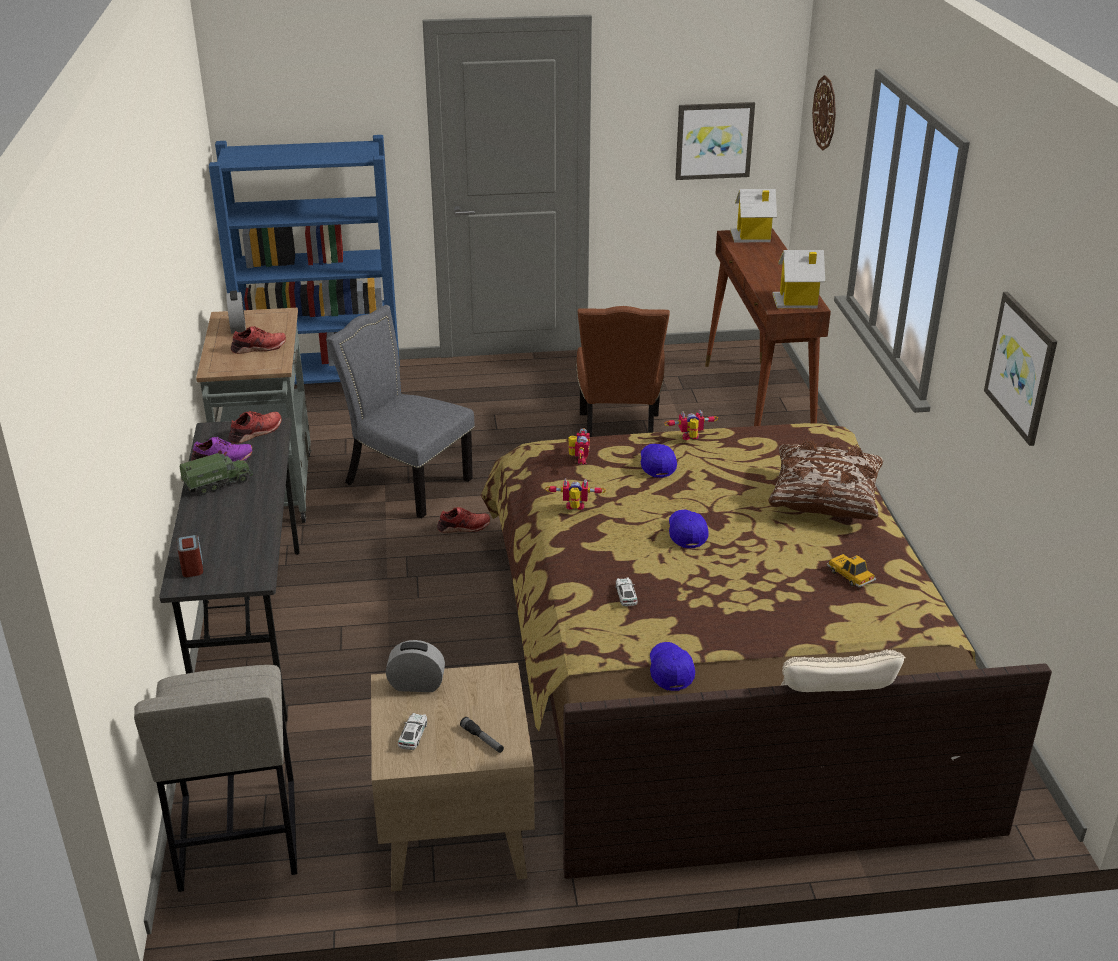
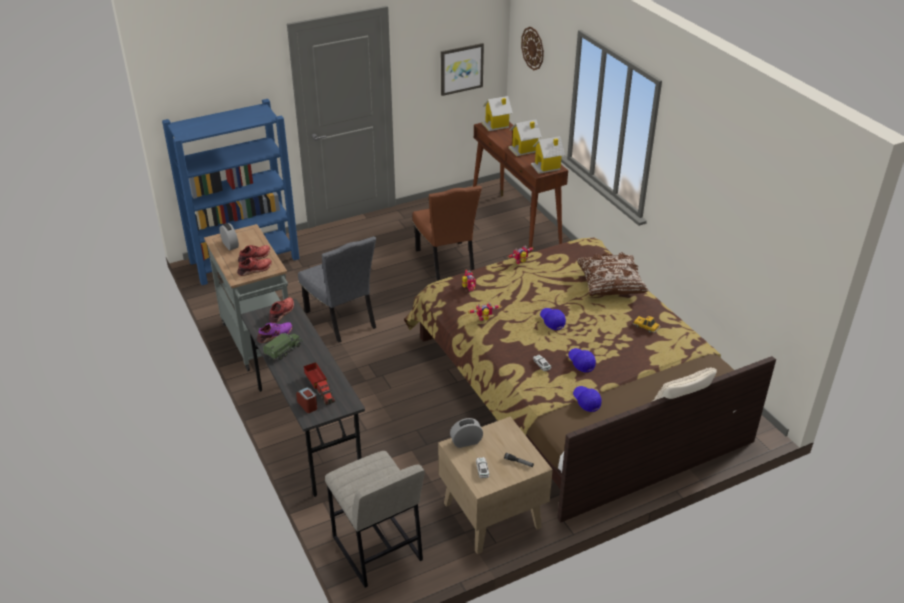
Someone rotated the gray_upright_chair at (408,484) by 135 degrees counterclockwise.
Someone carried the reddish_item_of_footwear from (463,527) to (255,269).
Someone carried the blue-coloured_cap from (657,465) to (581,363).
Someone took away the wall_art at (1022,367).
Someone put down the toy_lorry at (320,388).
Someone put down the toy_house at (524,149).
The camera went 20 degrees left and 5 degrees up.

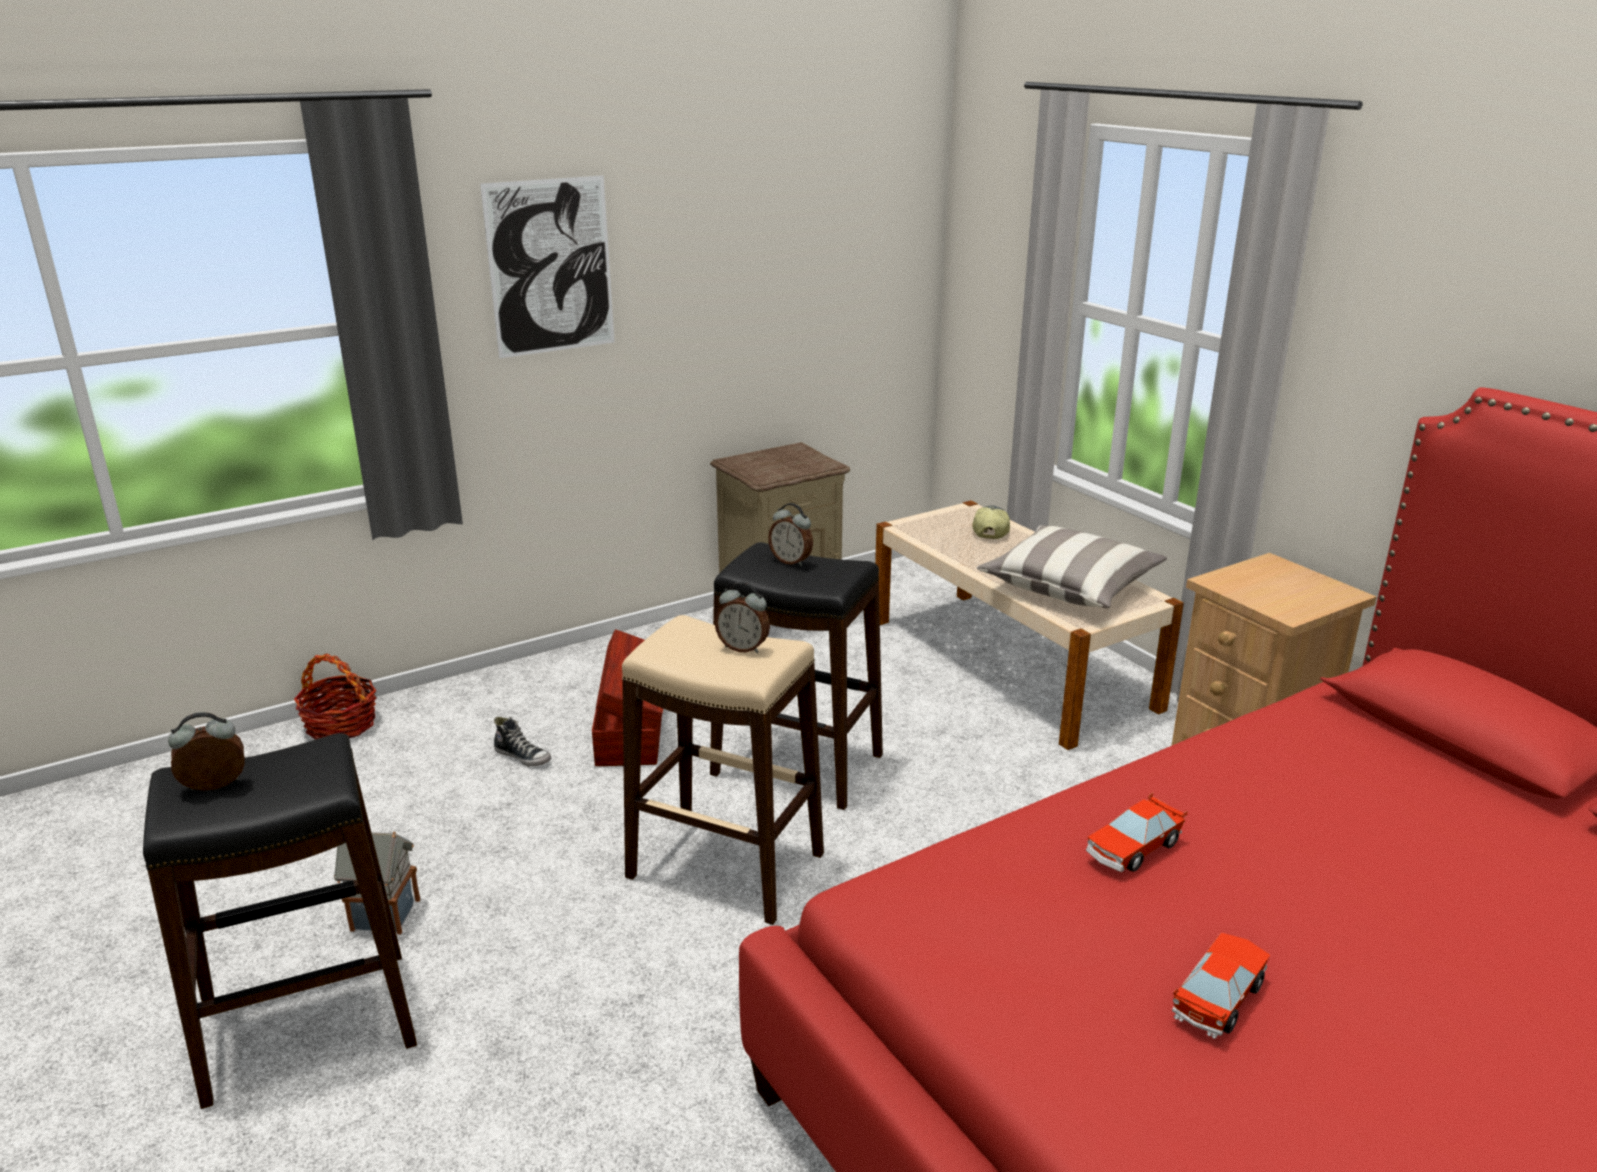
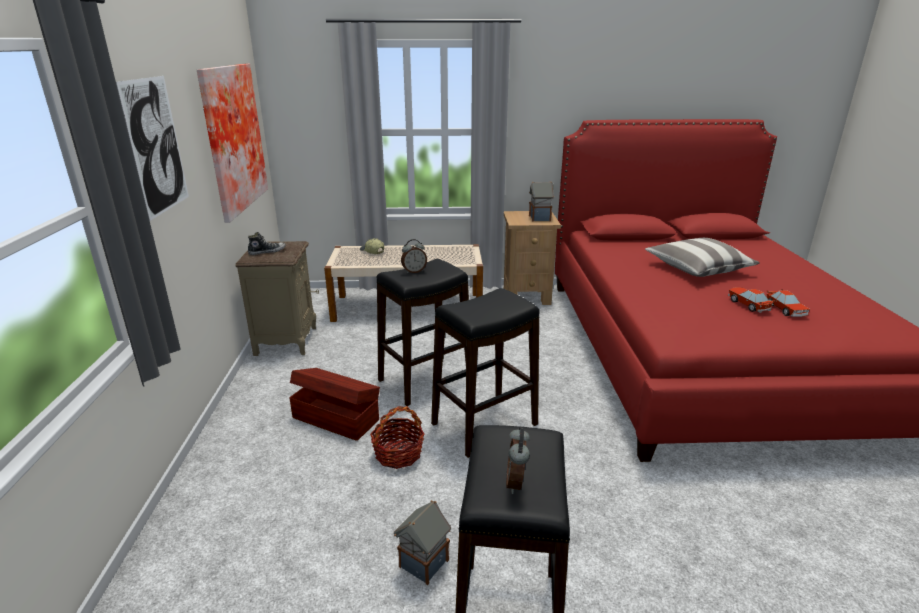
Someone carried the storage_basket from (340,725) to (398,454).
Someone carried the item_of_footwear from (523,757) to (267,251).
Someone repainted the beige_stool_seat at (727,865), which became the black-coloured_stool_seat at (484,424).
Someone took away the table_clock at (743,648).
Someone carried the pillow from (1069,587) to (697,269).
Someone carried the model_car from (1133,848) to (785,310).
Someone put up the wall_art at (230,138).
Someone put down the toy_house at (540,218).
The camera went 60 degrees left and 0 degrees up.

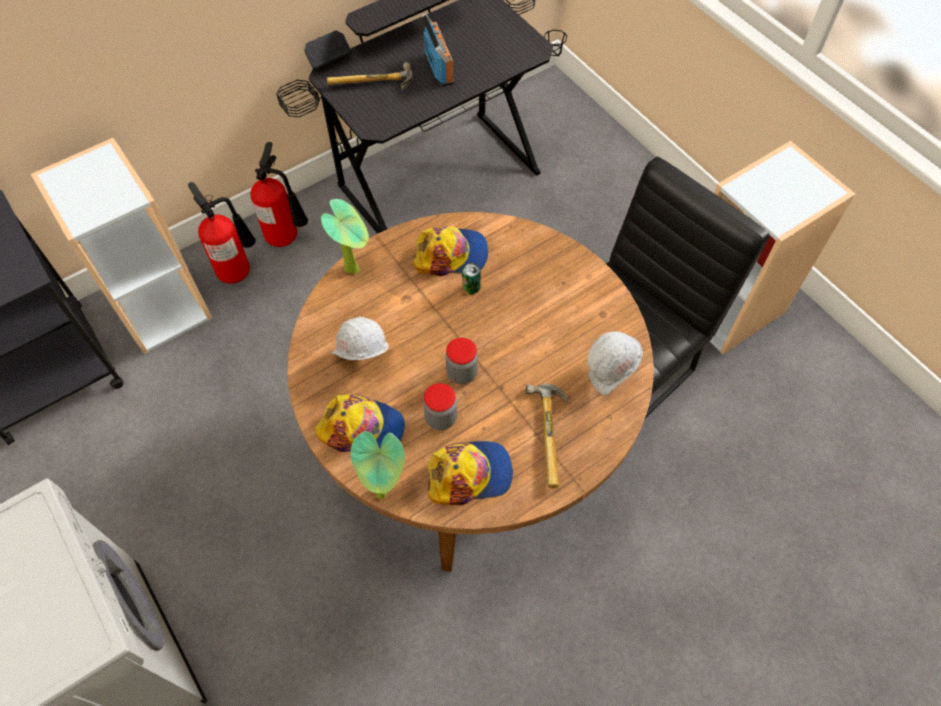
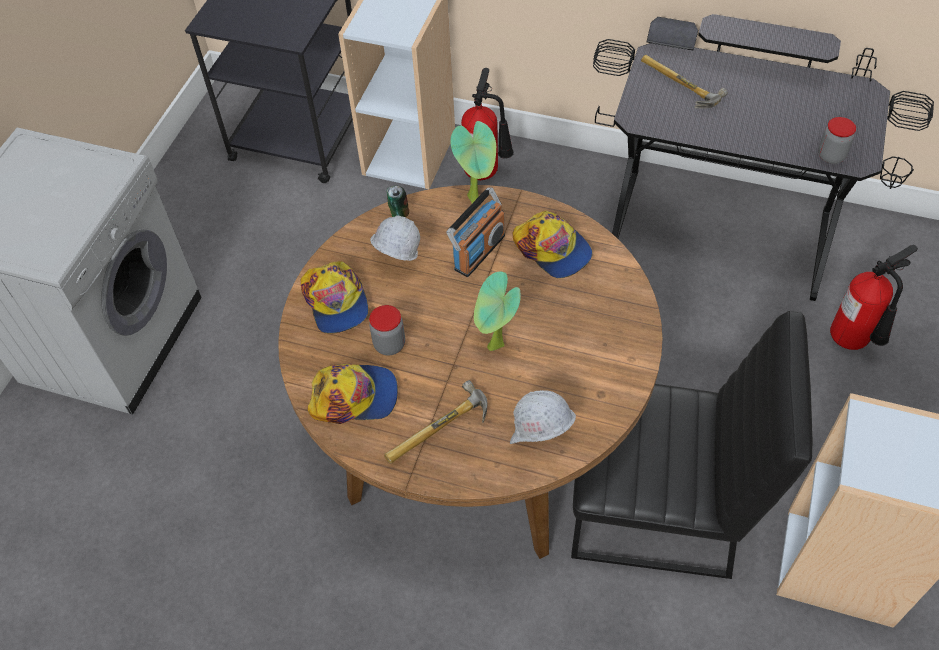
Someone carried the fire-fighting_cylinder from (287,236) to (854,341).
Someone carried the potted_plant from (385,493) to (495,349).
Someone carried the radio_receiver from (439,68) to (478,252).
Someone rotated the cap at (469,475) by 45 degrees counterclockwise.
Someone carried the storage_jar from (462,373) to (831,156).
Someone carried the sealed_can from (471,288) to (398,214).
The camera went 55 degrees right and 5 degrees down.

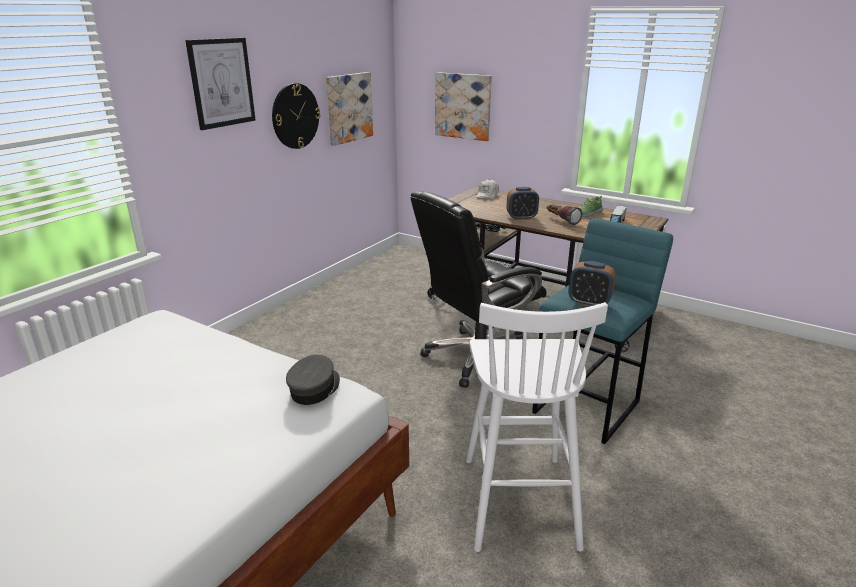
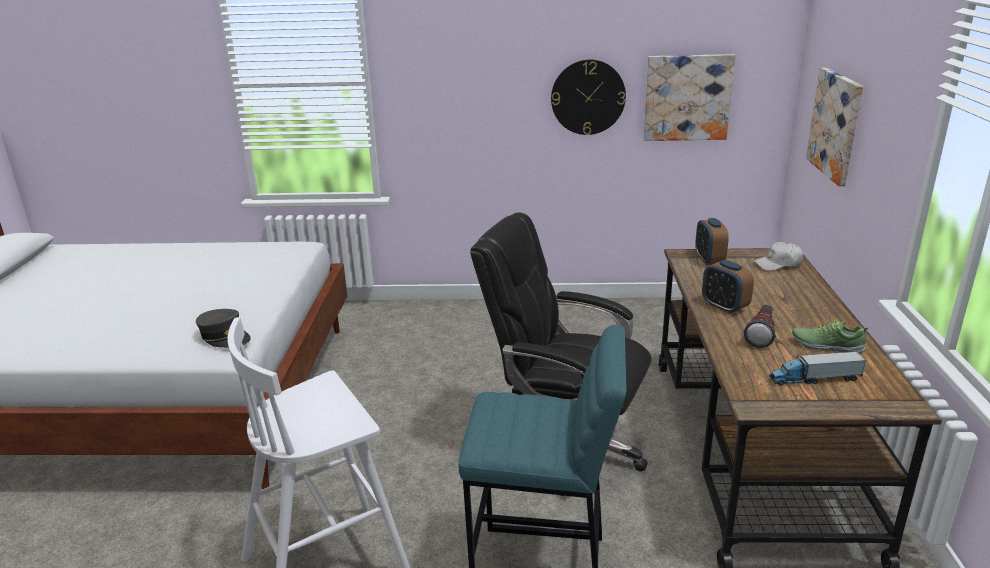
Someone took away the wall_art at (221,83).
Someone rotated the gray_cap at (315,388) by 45 degrees clockwise.
Someone carried the table_clock from (589,303) to (709,260).
The camera went 60 degrees right and 0 degrees up.

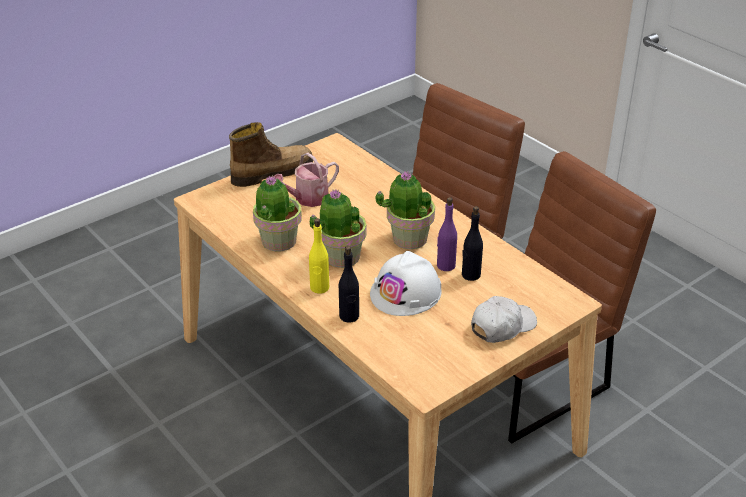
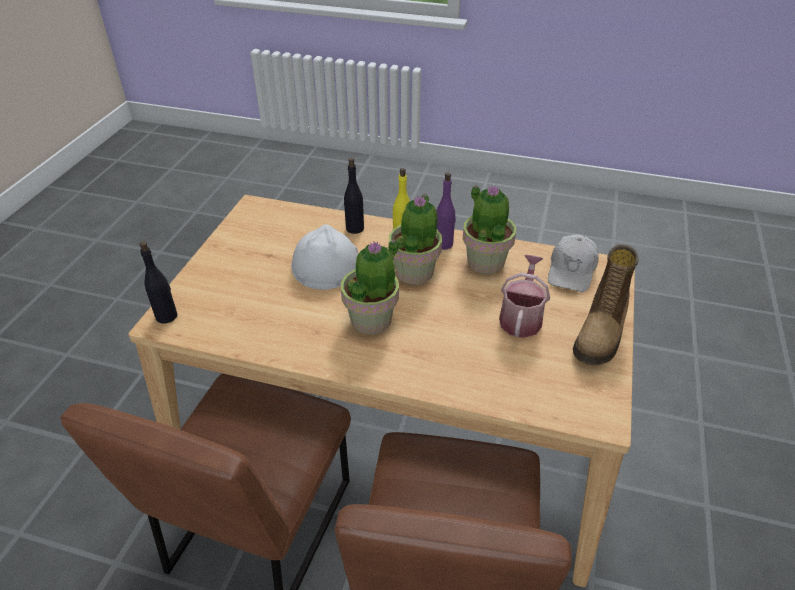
Someone carried the purple-coloured_drink_bottle from (445,265) to (444,244).
Someone carried the black-coloured_drink_bottle from (470,275) to (167,316).
Someone carried the whitish_cap from (502,326) to (572,270).
The camera went 145 degrees right and 5 degrees up.

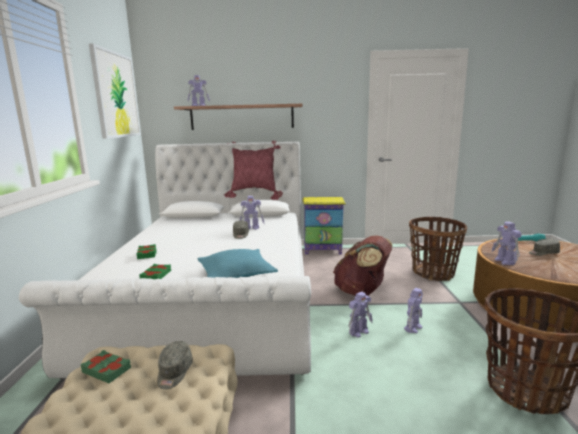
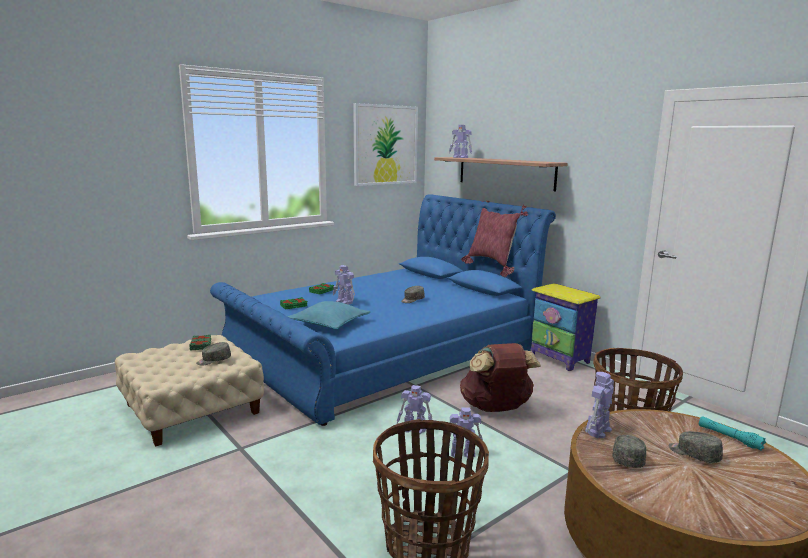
Someone repainted the whitish_sleeping_bed at (215,294), which became the blue-coloured_sleeping_bed at (385,351).
Someone carried the model_robot from (252,228) to (344,302).
Someone put down the gray_cap at (628,458).
The camera went 50 degrees right and 0 degrees up.

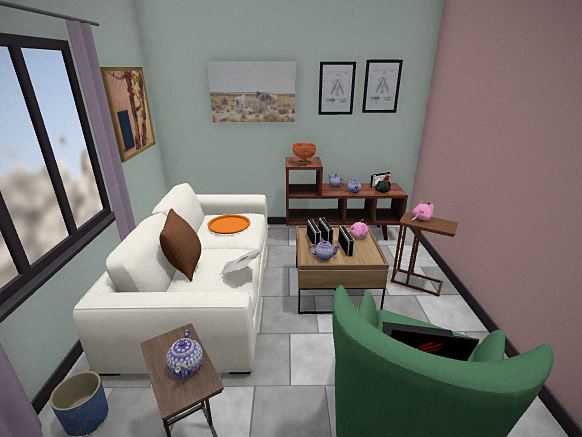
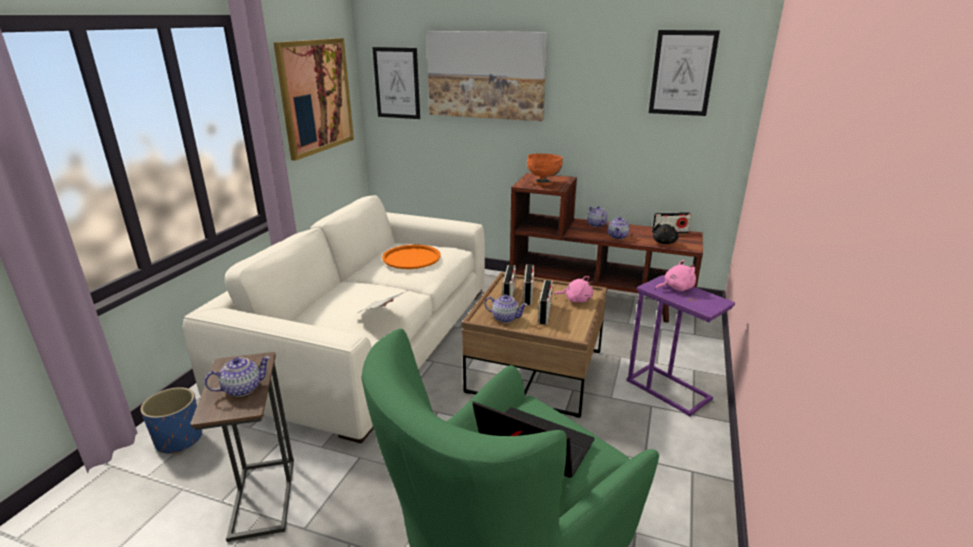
Someone took away the brownish_pillow at (185,265).
Someone rotated the pot_for_tea at (187,366) by 135 degrees counterclockwise.
Someone carried the wall_art from (336,88) to (397,83).
Someone repainted the brownish_side_table at (415,282), which became the purple-coloured_side_table at (667,390).
The camera went 20 degrees right and 0 degrees up.

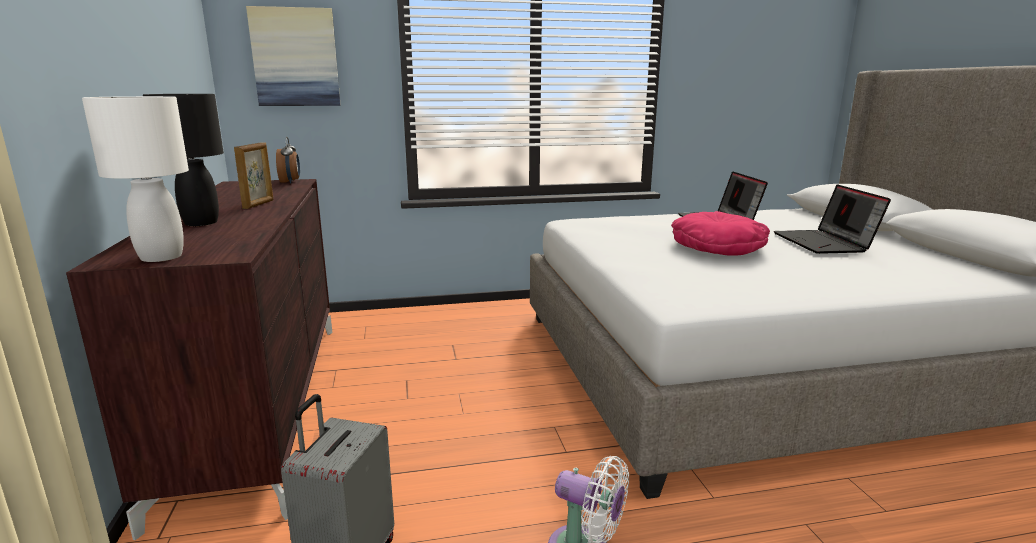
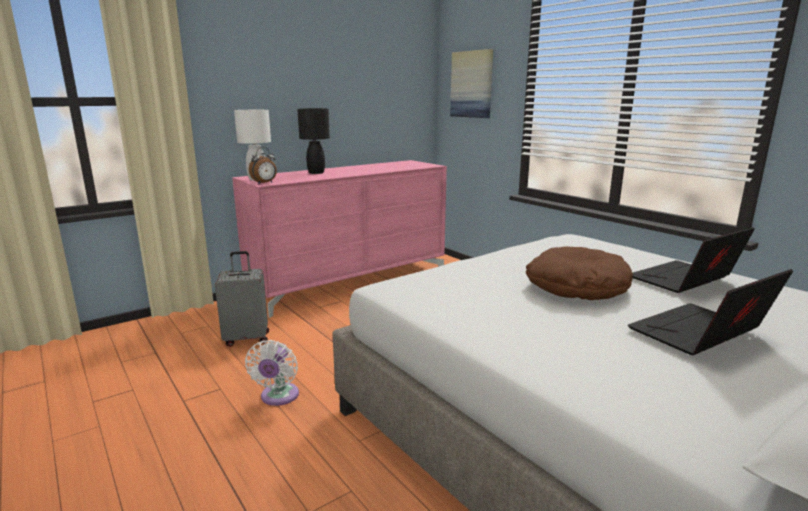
Someone repainted the brownish_chest_of_drawers at (261,405), which became the pink-coloured_chest_of_drawers at (350,283).
Someone took away the standing_frame at (259,204).
Someone carried the table_clock from (290,182) to (265,183).
Someone repainted the pink-coloured_pillow at (719,247), which became the brownish_pillow at (578,288).
The camera went 65 degrees right and 0 degrees up.

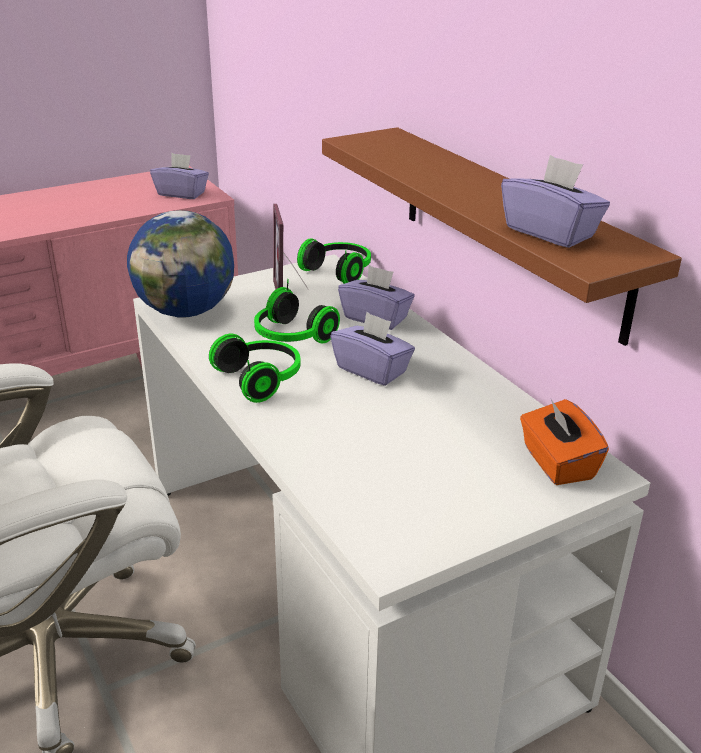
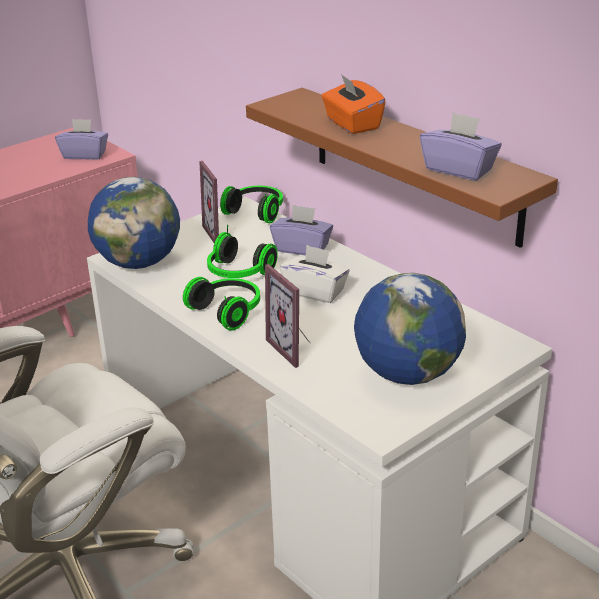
Someone repainted the purple-coloured_tissue_box at (372,370), which became the whitish_tissue_box at (315,292).
Someone carried the orange-coloured_tissue_box from (557,463) to (352,124).
Someone put down the standing_frame at (294,348).
Someone put down the world_globe at (407,374).
The camera went 10 degrees left and 0 degrees up.

